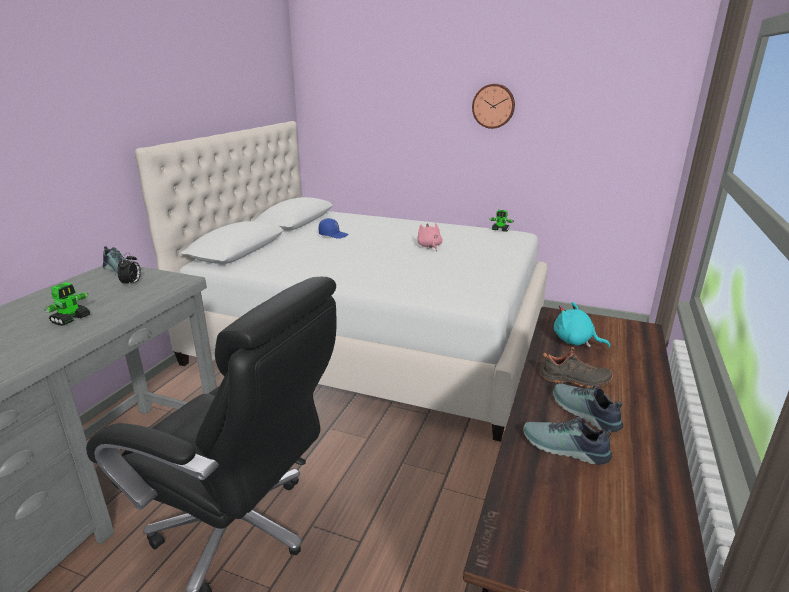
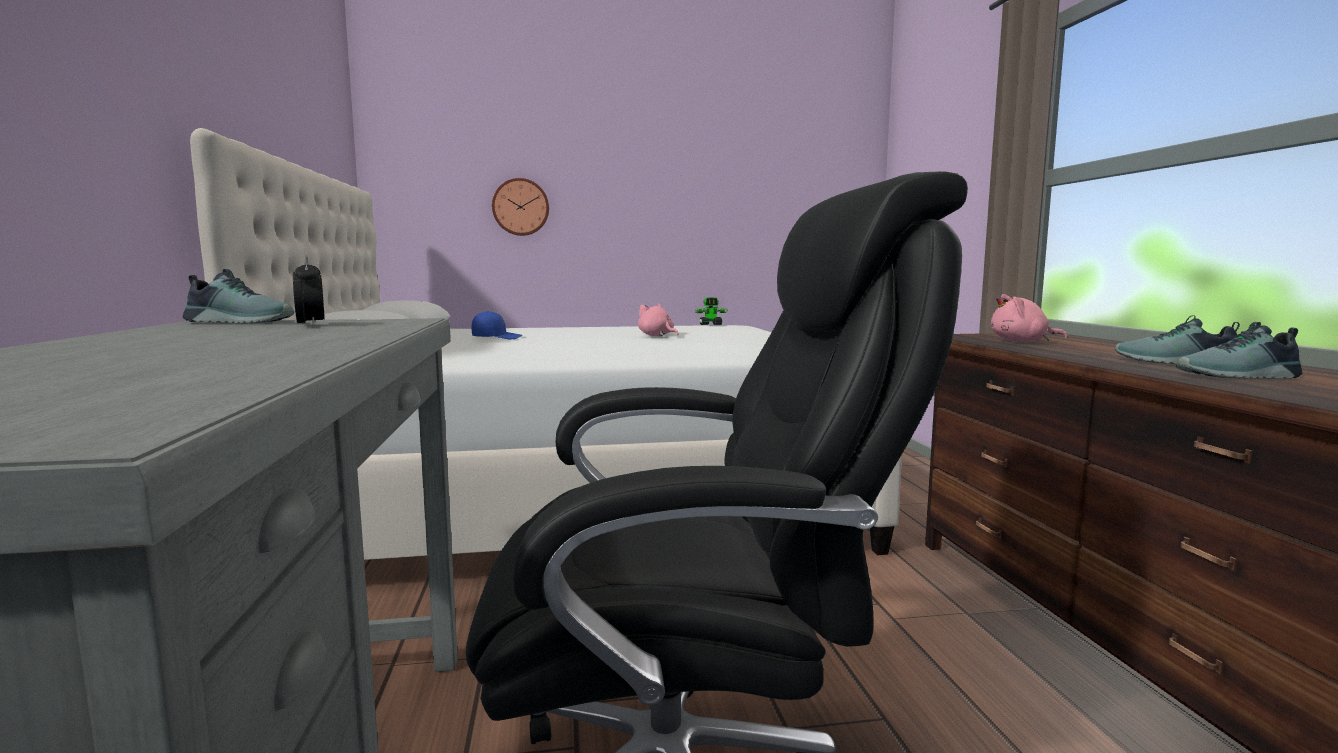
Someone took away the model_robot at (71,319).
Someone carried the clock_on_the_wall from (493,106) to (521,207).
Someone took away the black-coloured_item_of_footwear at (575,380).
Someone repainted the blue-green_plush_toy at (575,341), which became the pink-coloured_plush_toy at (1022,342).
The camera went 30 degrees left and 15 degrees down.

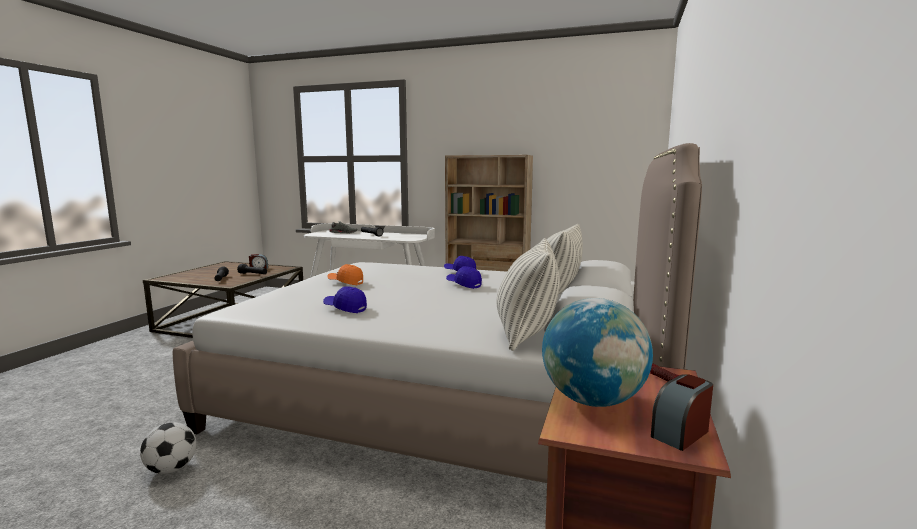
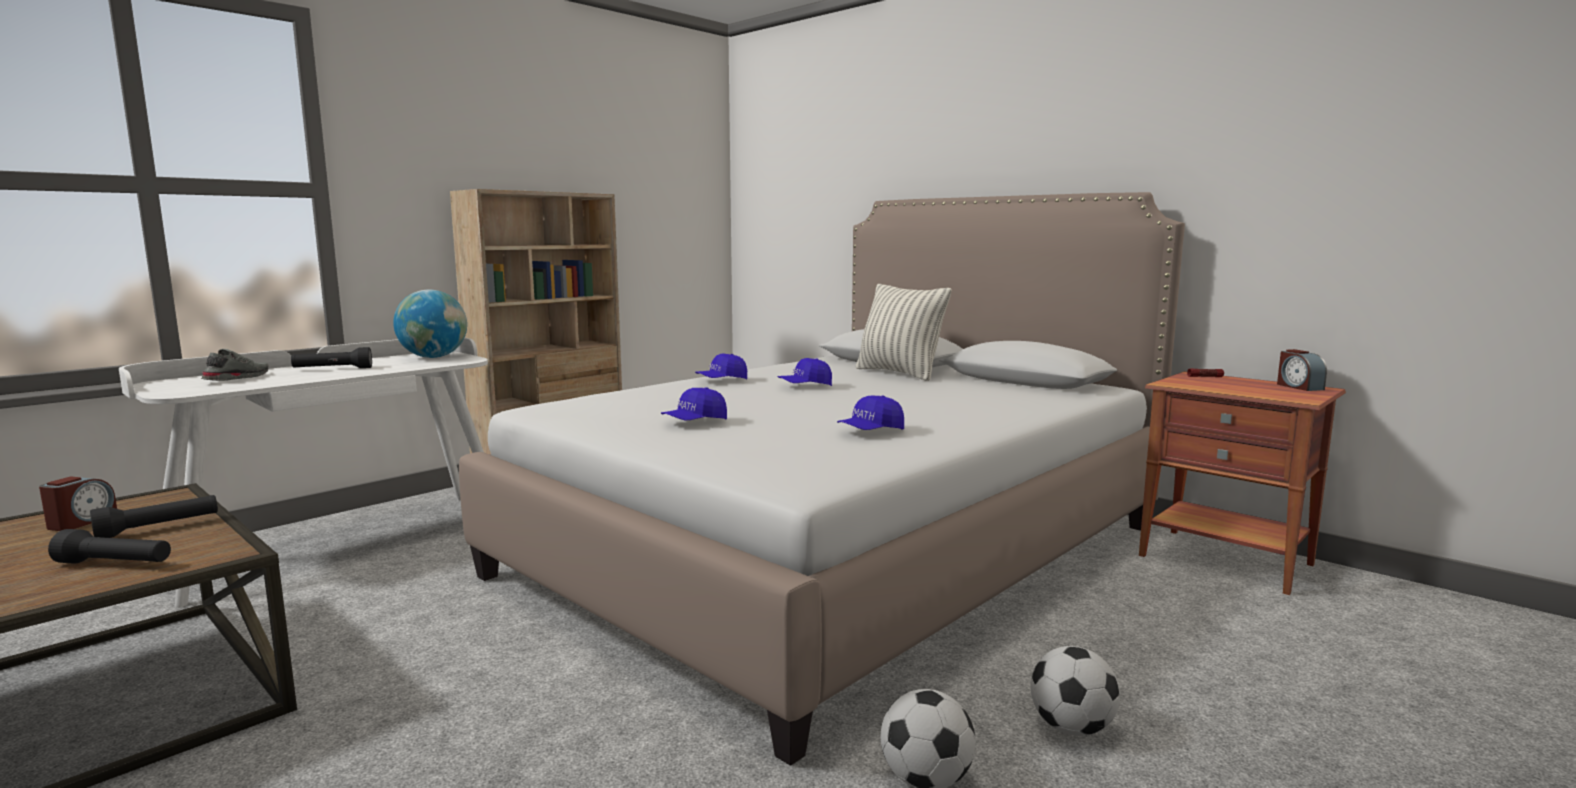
Someone repainted the orange-coloured_cap at (345,282), which became the blue-coloured_cap at (695,422).
Someone took away the pillow at (526,334).
Someone carried the world_globe from (593,401) to (433,357).
Someone put down the football at (1071,728).
The camera went 65 degrees left and 0 degrees up.

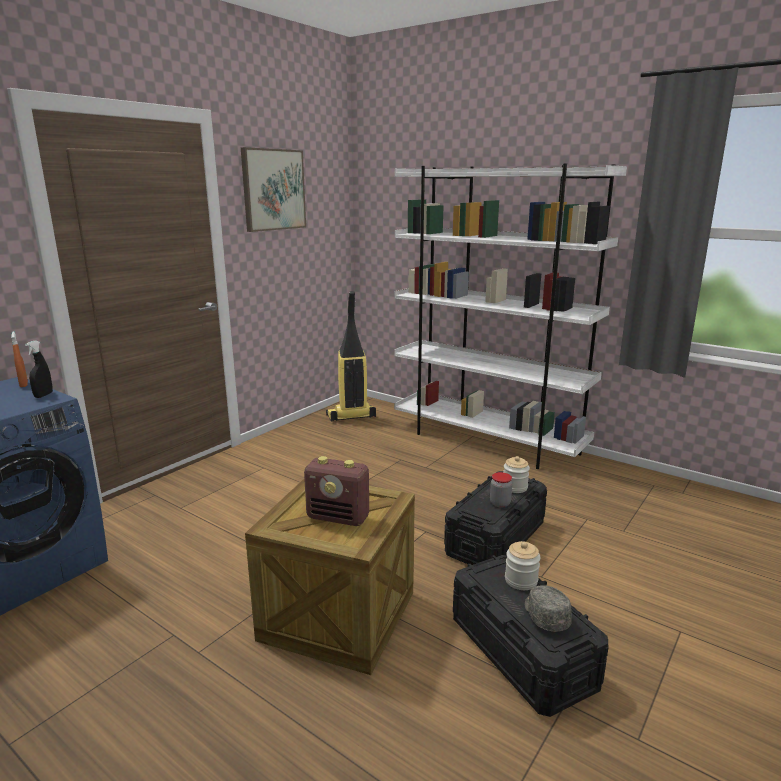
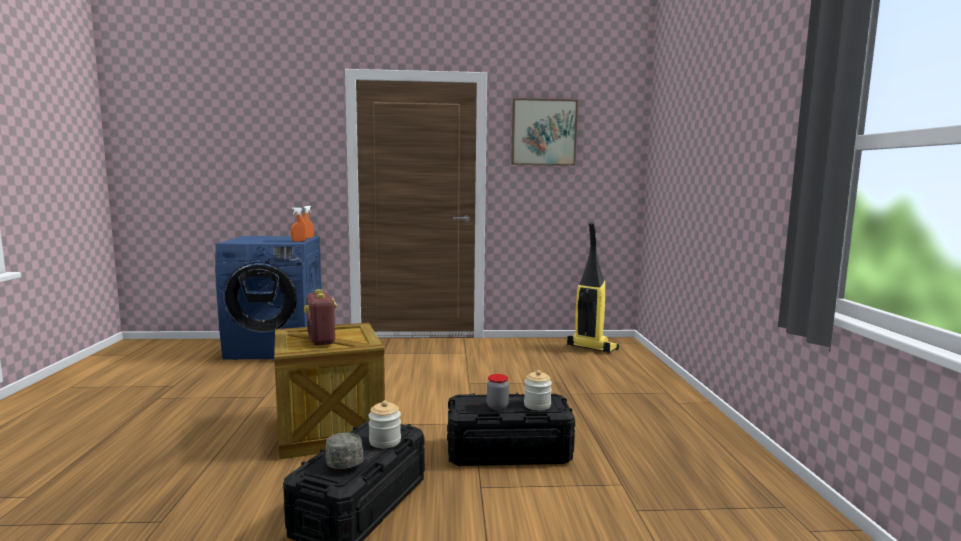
Someone repainted the black-coloured_sprayer at (43,395), which became the orange-coloured_sprayer at (298,241).
Someone took away the whitish_bookcase at (487,441).
Someone rotated the gray_cap at (545,615) by 60 degrees counterclockwise.
The camera went 50 degrees right and 10 degrees down.

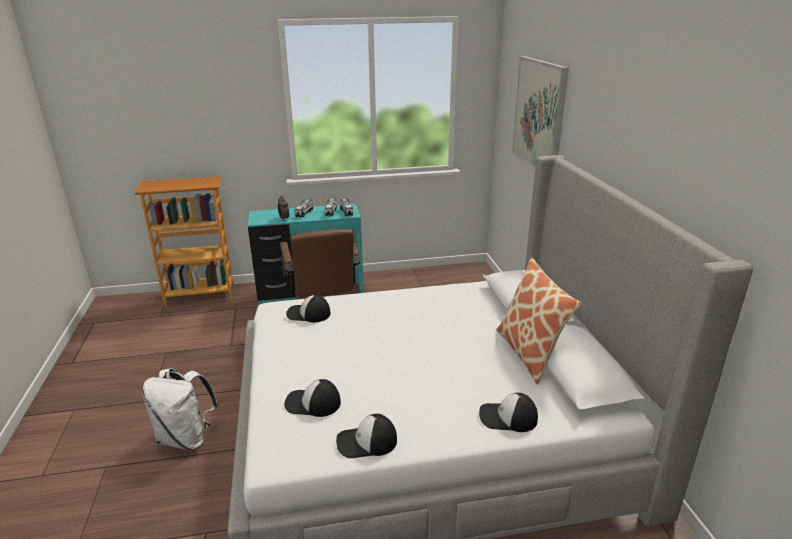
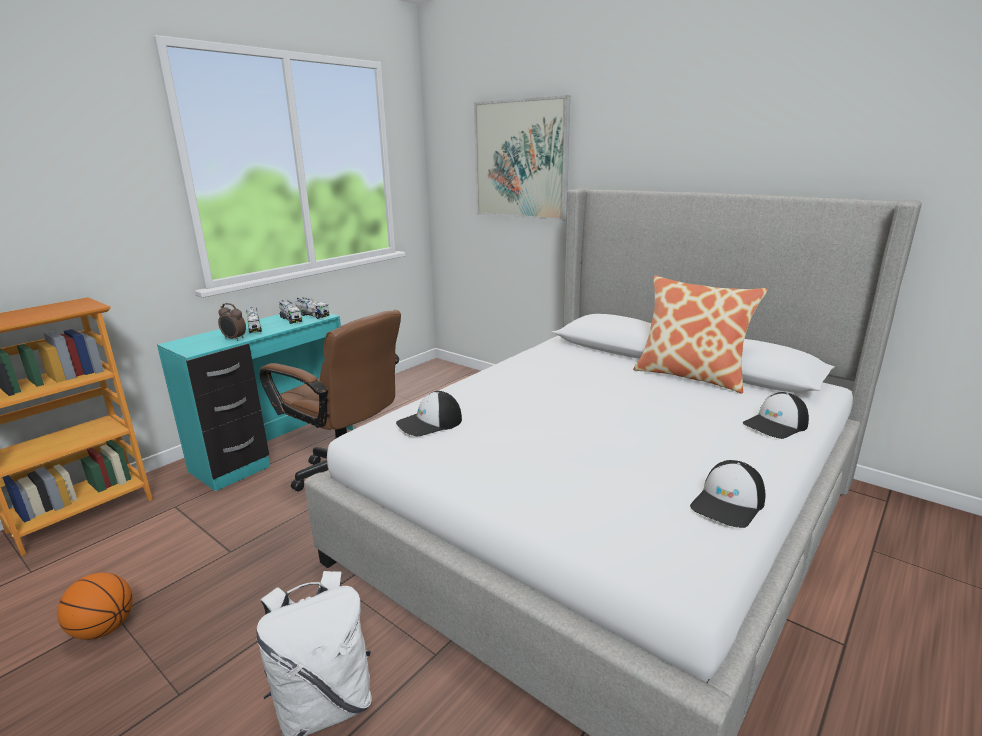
Someone took away the cap at (312,403).
Someone put down the basketball_ball at (104,629).
The camera went 40 degrees left and 5 degrees down.

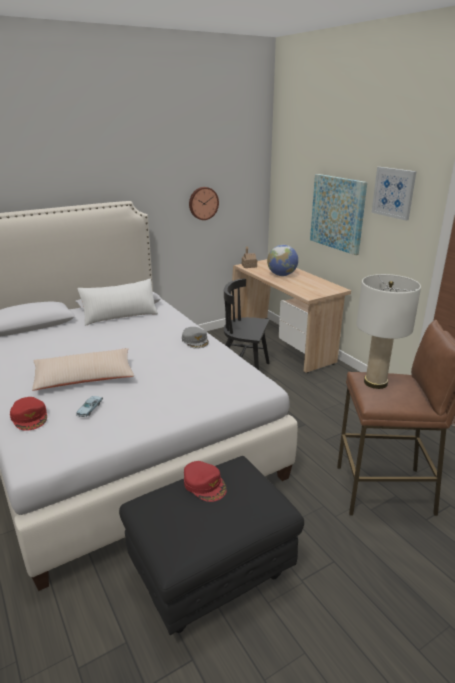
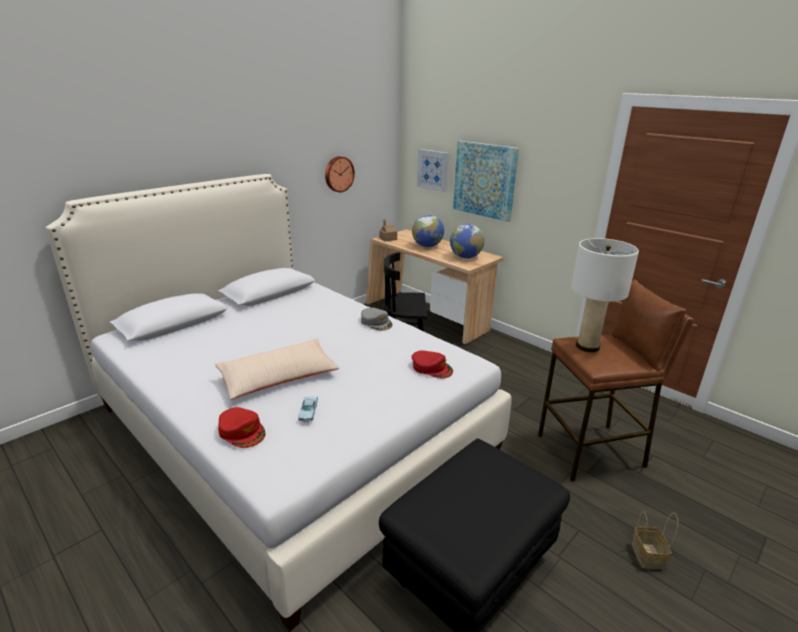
Someone took away the whitish_pillow at (120,316).
Someone carried the reddish_cap from (205,484) to (432,368).
Someone carried the wall_art from (393,192) to (433,170).
Someone put down the world_globe at (465,257).
Someone put down the storage_basket at (646,555).
The camera went 15 degrees left and 0 degrees up.

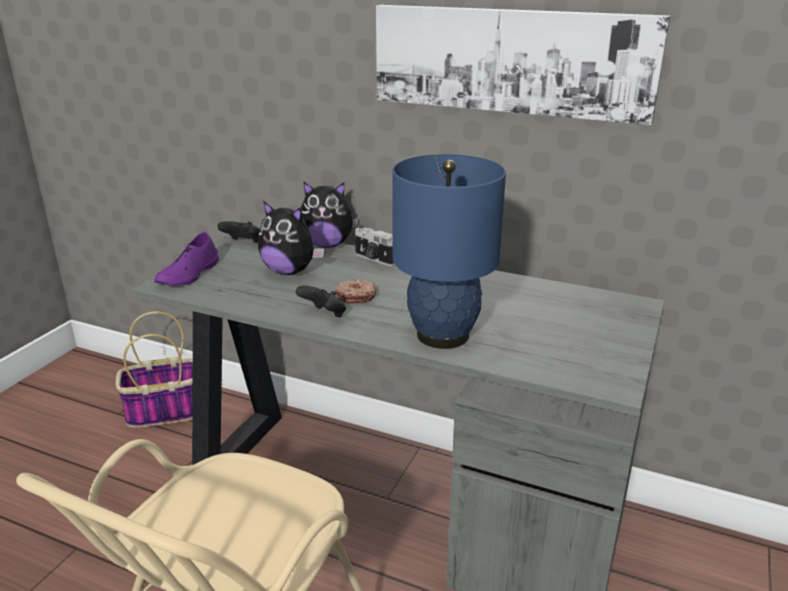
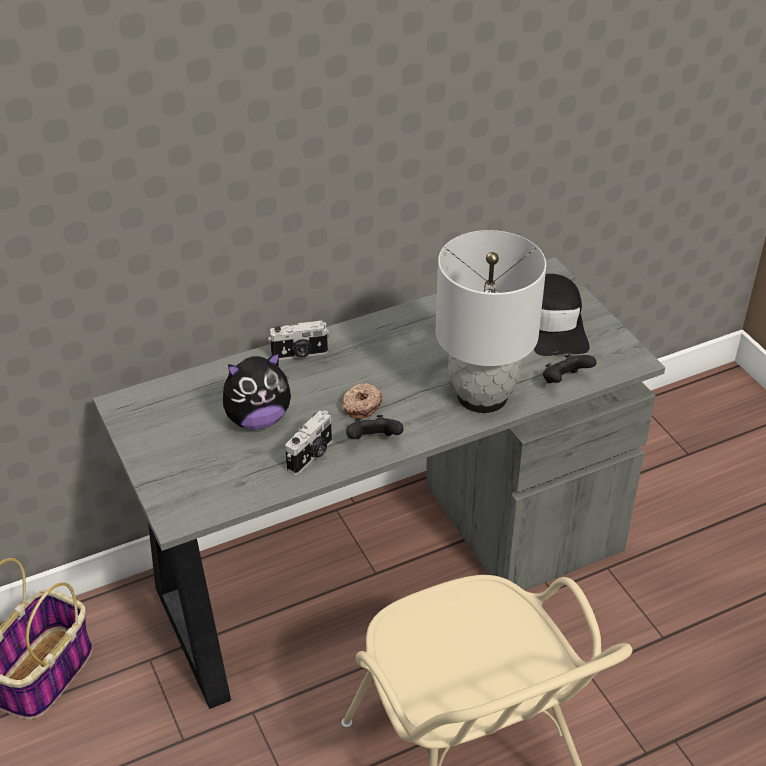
Someone took away the purple-coloured_item_of_footwear at (189,274).
Someone carried the black-coloured_joypad from (243,243) to (564,381).
Someone took away the plush_toy at (327,244).
Someone took away the wall_art at (511,61).
Someone repainted the blue-coloured_lamp_for_a_table at (443,335), which became the whitish_lamp_for_a_table at (482,395).
Someone put down the photo_camera at (311,455).
Someone put down the black-coloured_cap at (554,324).
The camera went 50 degrees left and 15 degrees up.

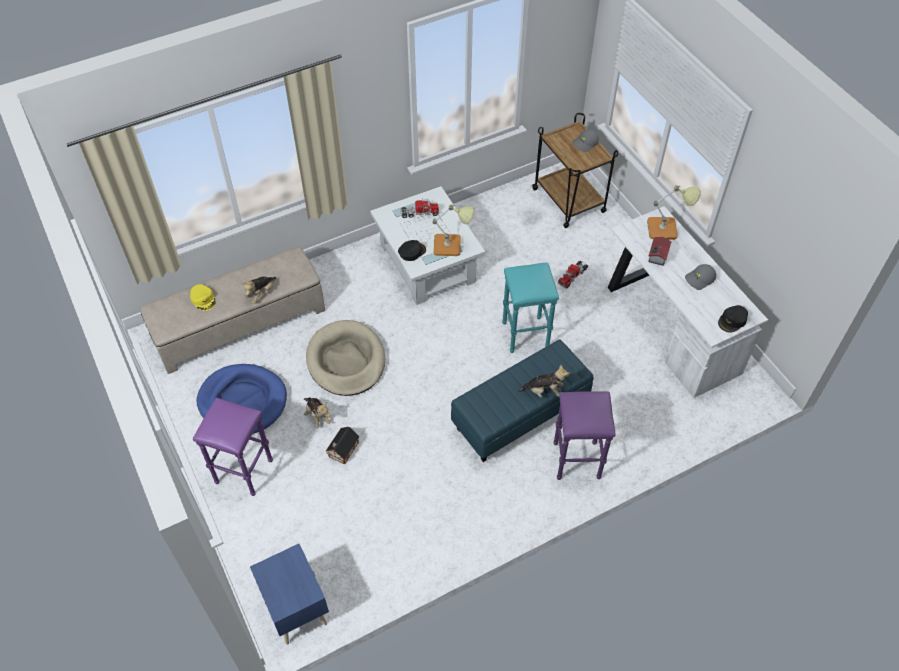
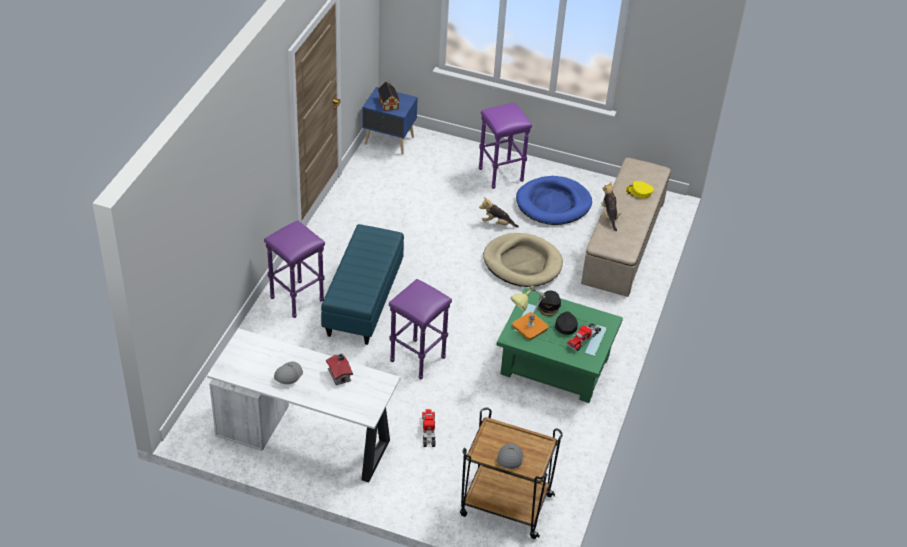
Someone carried the toy_house from (342,450) to (388,102).
Someone repainted the whitish_coffee_table at (427,263), which became the green-coloured_coffee_table at (555,364).
Someone repainted the blue-green_stool_seat at (526,335), which became the purple-coloured_stool_seat at (416,359).
Someone took away the plush_toy at (544,391).
Someone took away the lamp_for_a_table at (666,229).
Someone carried the black-coloured_cap from (732,321) to (565,325).
The camera went 135 degrees right and 10 degrees down.

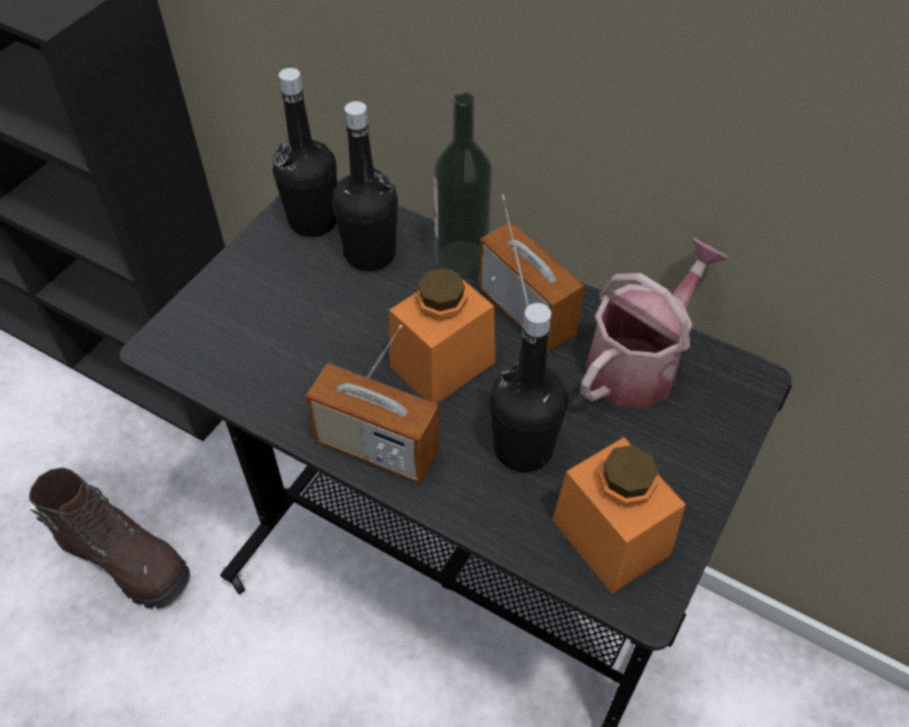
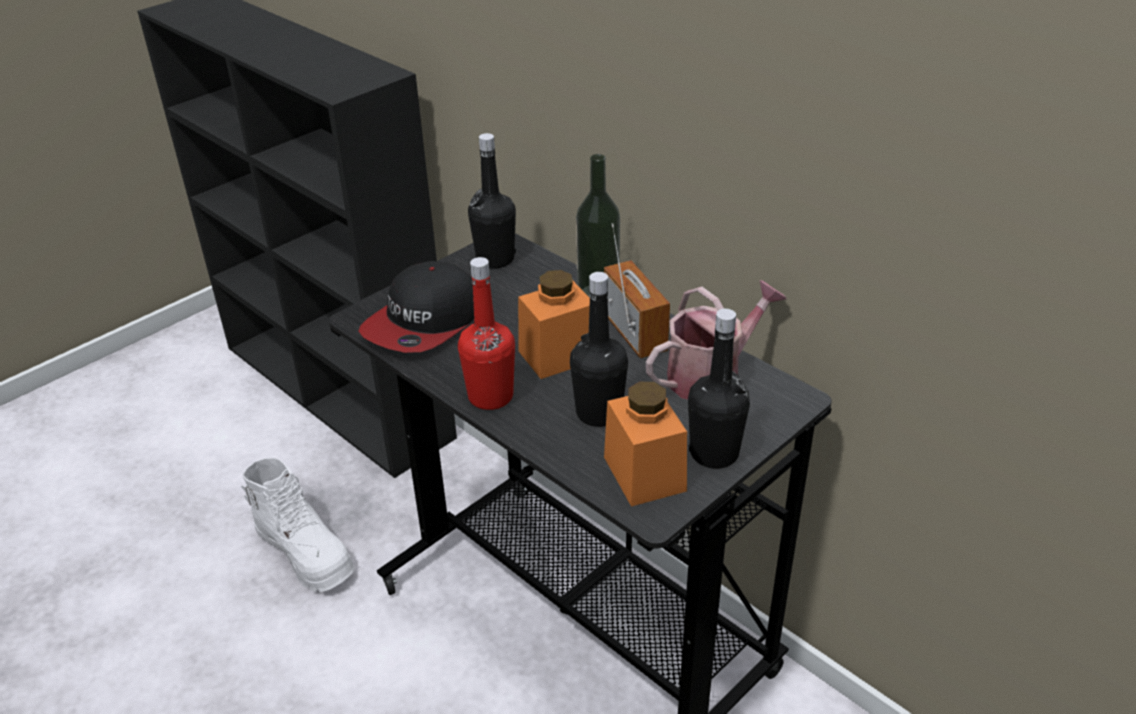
Someone repainted the brownish_boot at (126,559), which became the whitish_boot at (306,553).
Someone swapped the radio_receiver at (377,448) for the reddish_drink_bottle at (490,396).
Someone carried the black-coloured_drink_bottle from (370,254) to (714,453).
Someone put down the cap at (424,322).
The camera went 15 degrees right and 15 degrees down.

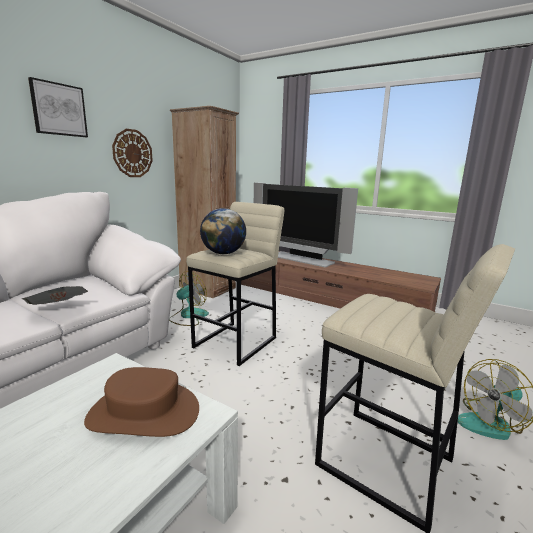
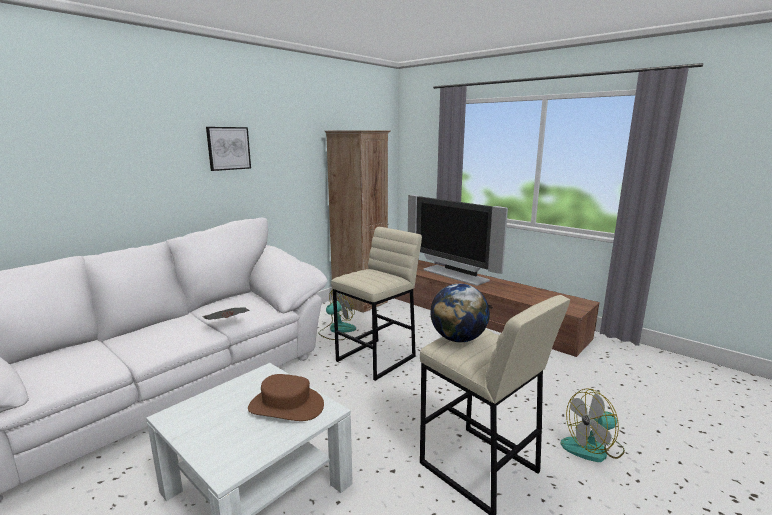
Someone took away the clock_on_the_wall at (132,153).
Someone carried the world_globe from (223,253) to (458,339).
The camera went 10 degrees right and 0 degrees up.

